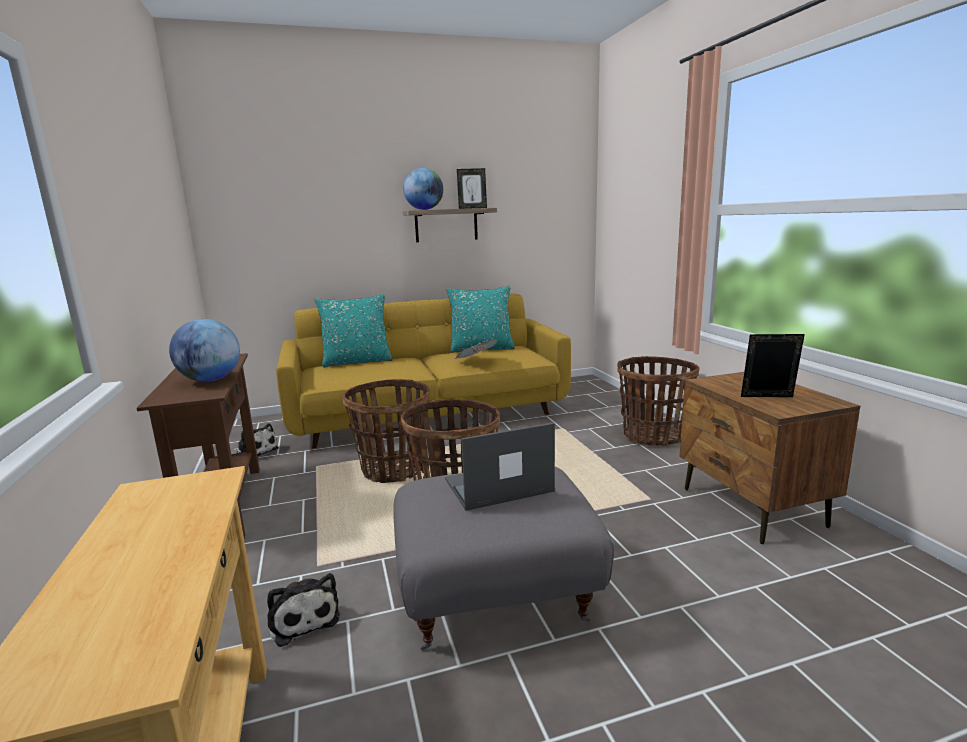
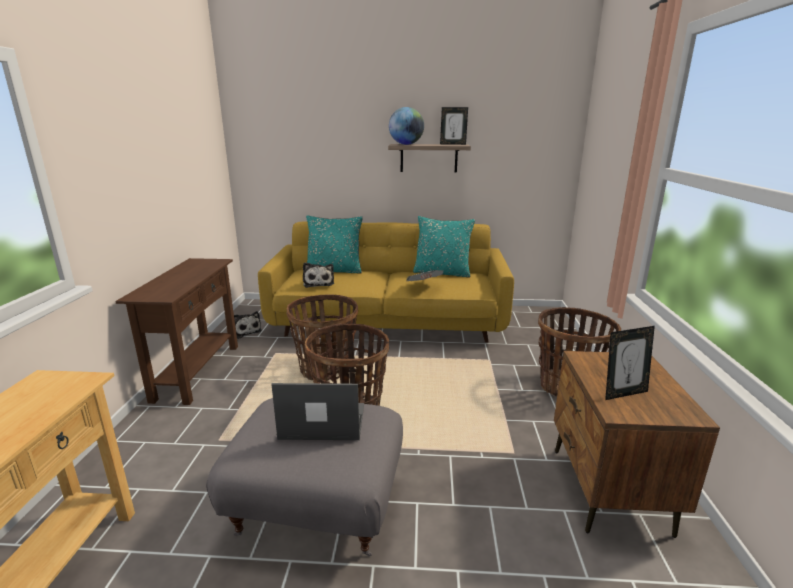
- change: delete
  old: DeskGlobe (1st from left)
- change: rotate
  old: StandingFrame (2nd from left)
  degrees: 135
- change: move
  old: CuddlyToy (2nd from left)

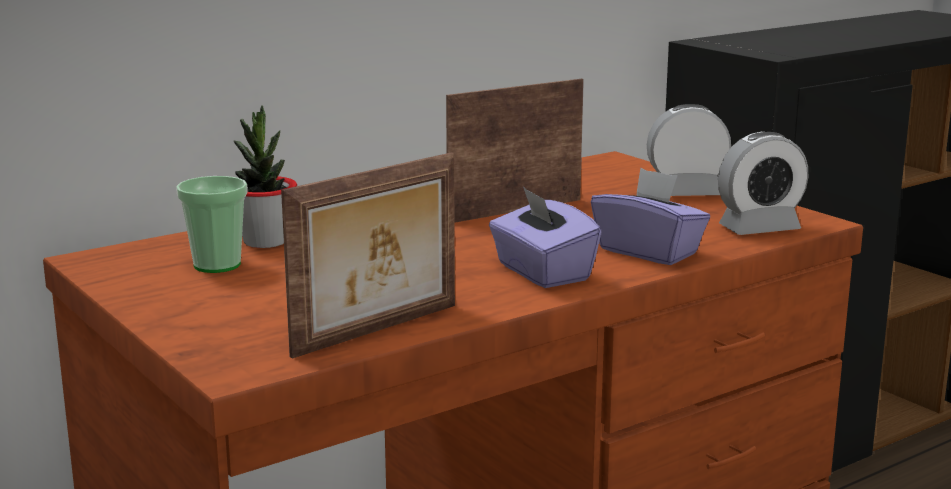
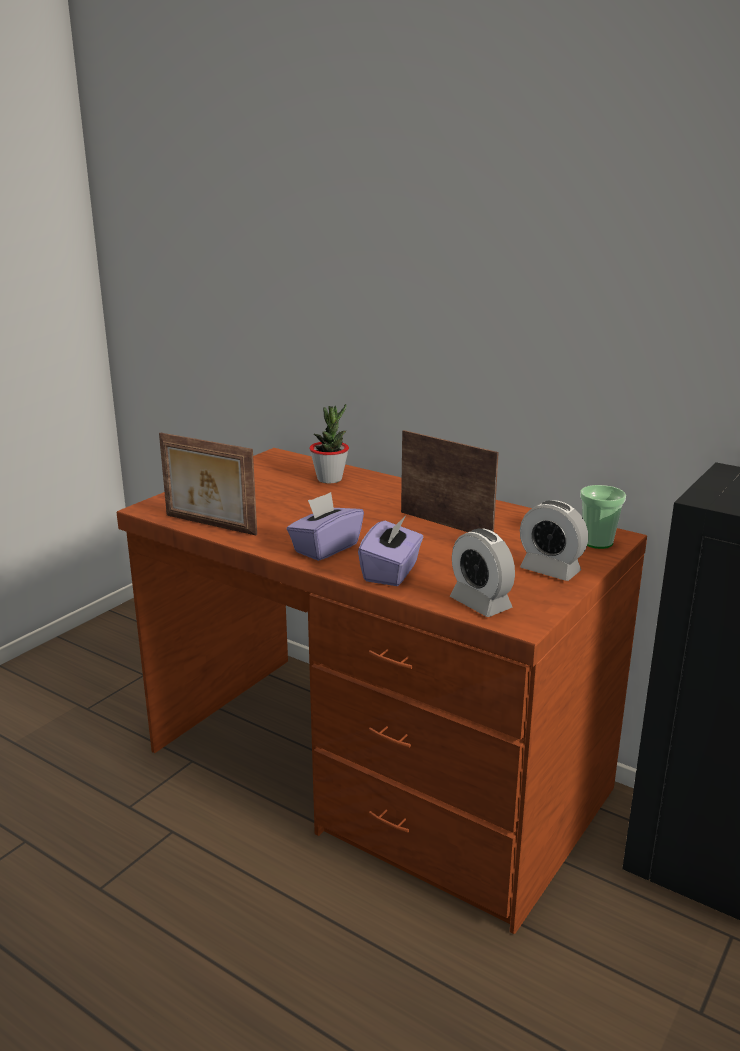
- change: rotate
  old: TableClock (1st from left in the first image)
  degrees: 150
- change: move
  old: SmallCup

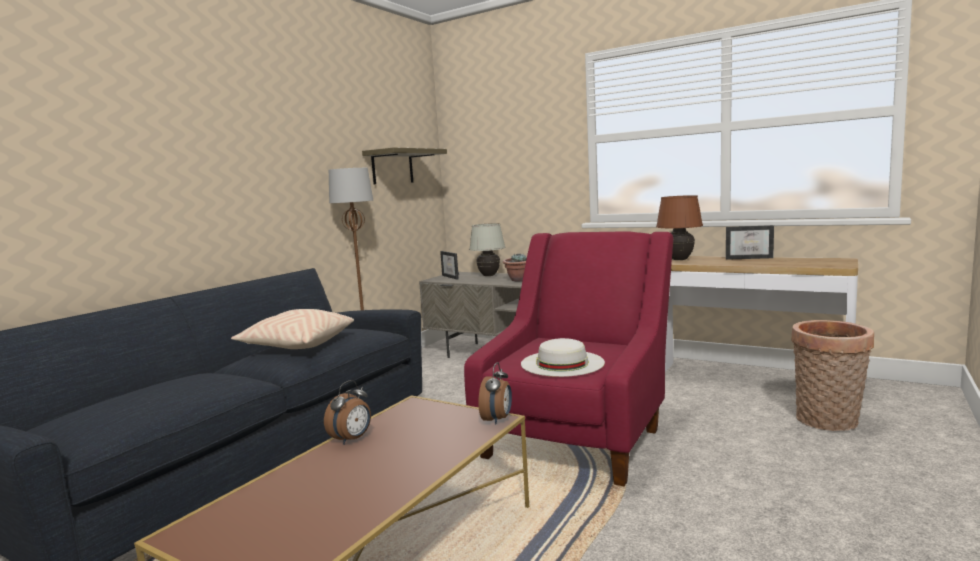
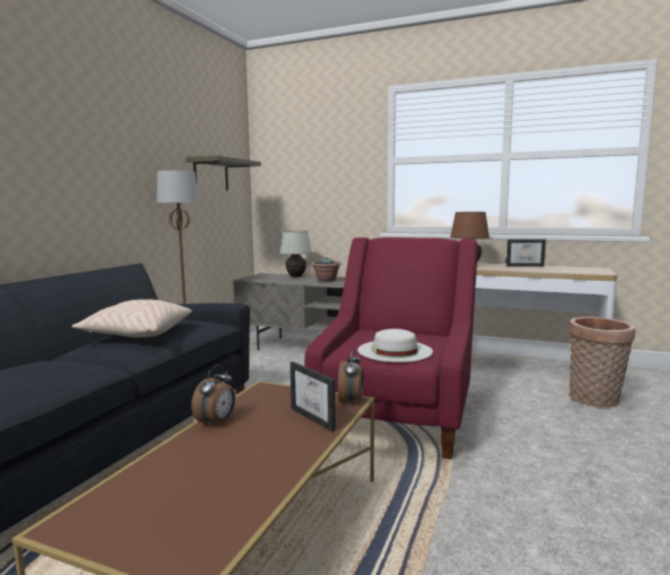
- change: move
  old: StandingFrame (1st from left)

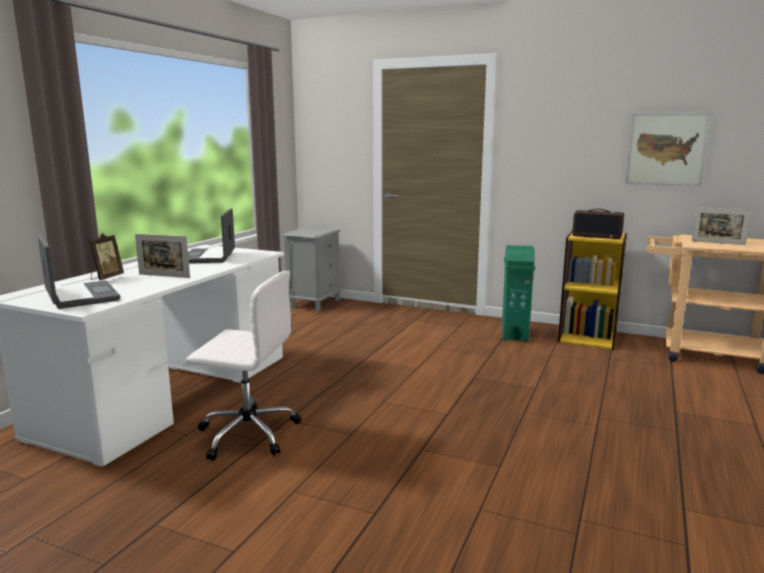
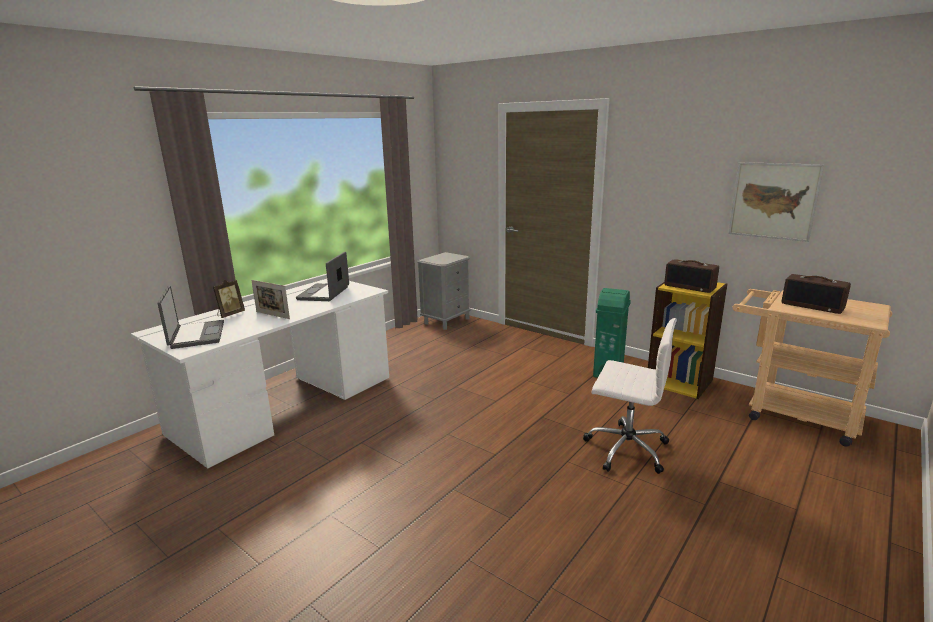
- change: replace
  old: StandingFrame (3rd from left)
  new: RadioReceiver (2nd from left)
- change: move
  old: WhiteColouredOfficeChair

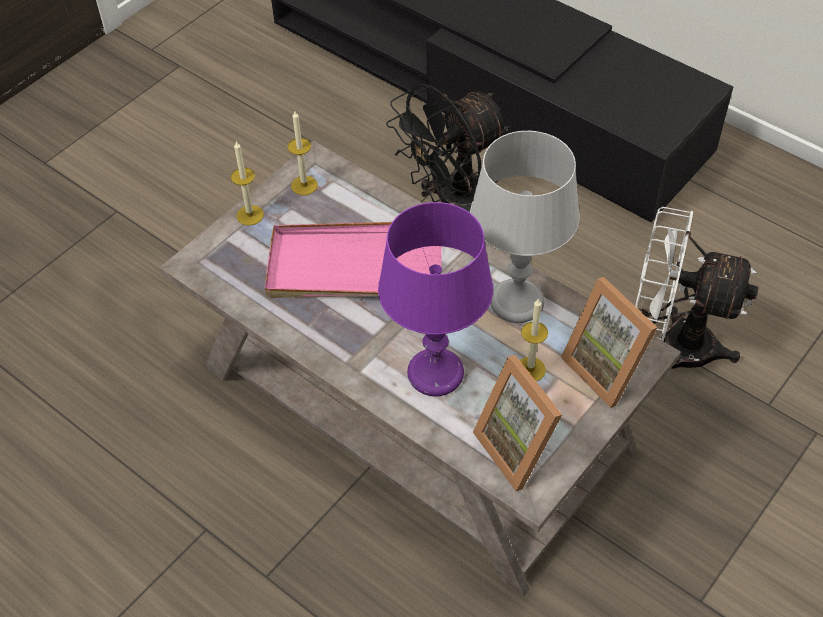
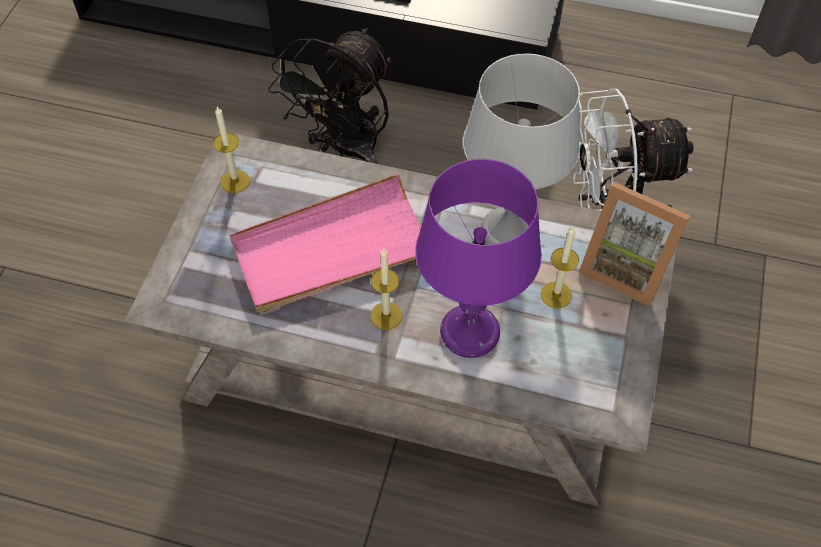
- change: move
  old: WaxCandle (1st from left in the first image)
  new: WaxCandle (2nd from left)
- change: delete
  old: StandingFrame (1st from left)

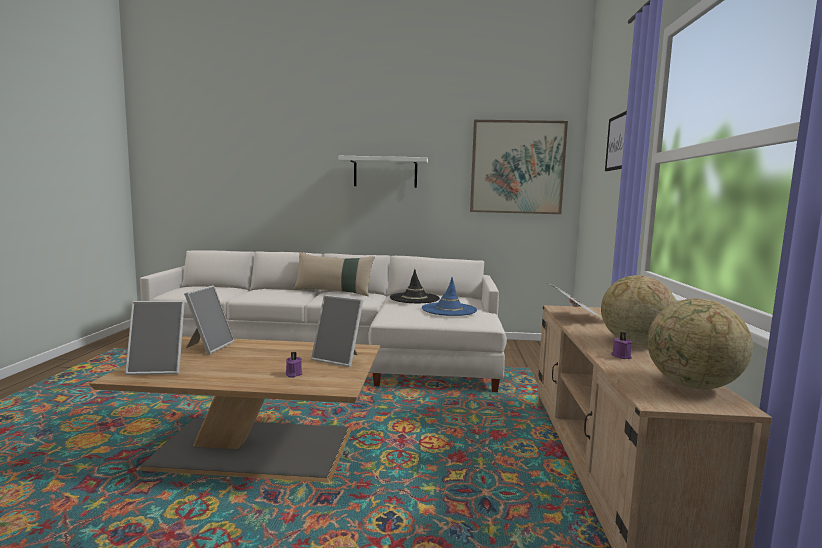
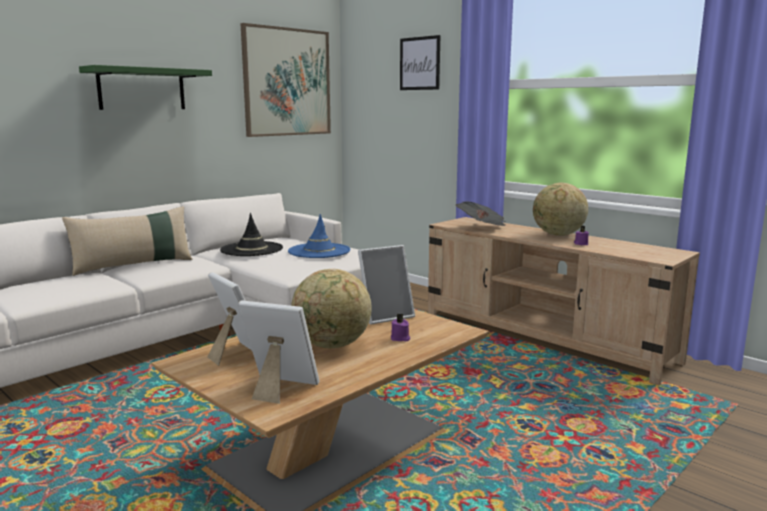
- change: recolor
  old: WhiteColouredShelf
  new: GreenColouredShelf
- change: move
  old: DeskGlobe (2nd from left in the first image)
  new: DeskGlobe (1st from left)
- change: rotate
  old: StandingFrame (1st from left in the first image)
  degrees: -105

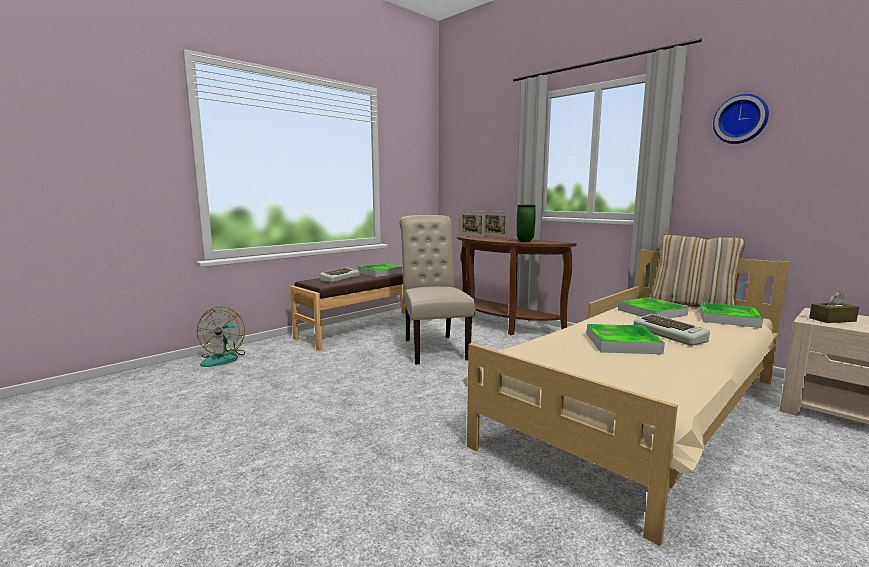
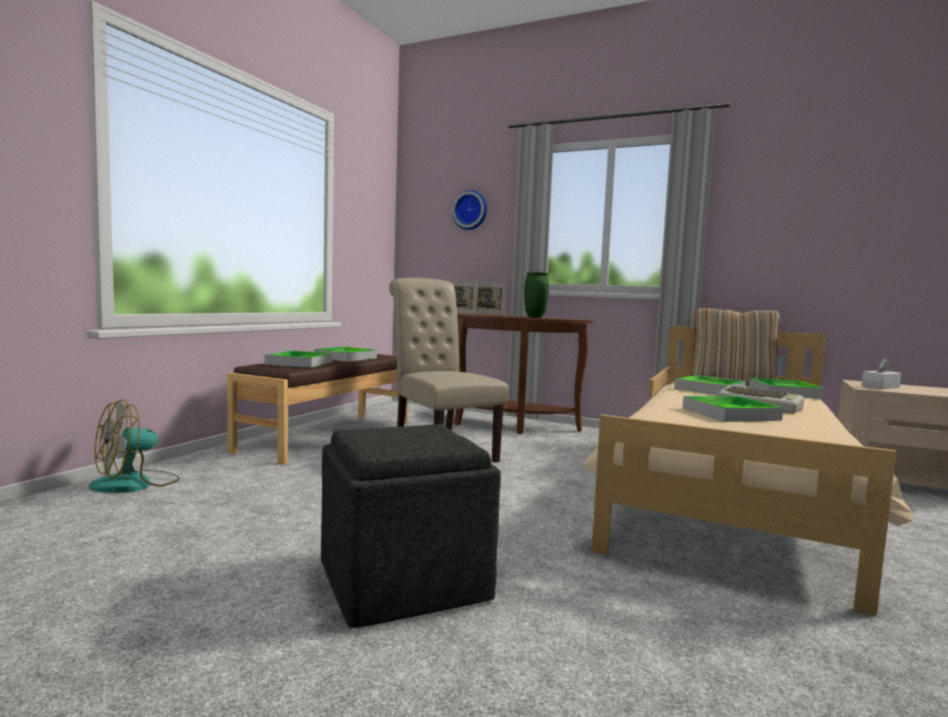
- change: move
  old: ClockOnTheWall
- change: replace
  old: ComputerKeyboard (1st from left)
  new: CarryingTray (1st from left)
- change: recolor
  old: BrownTissueBox
  new: WhiteColouredTissueBox
- change: rotate
  old: Fan
  degrees: 60
- change: insert
  new: GreyishPouffe

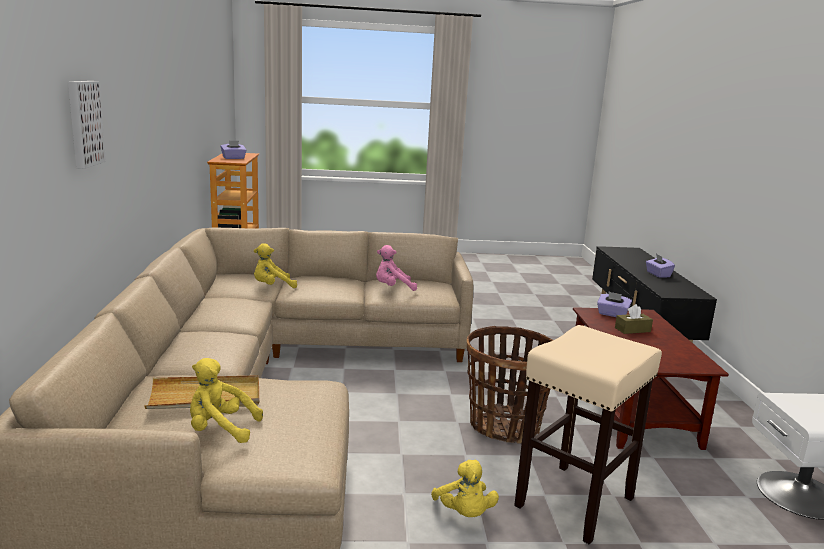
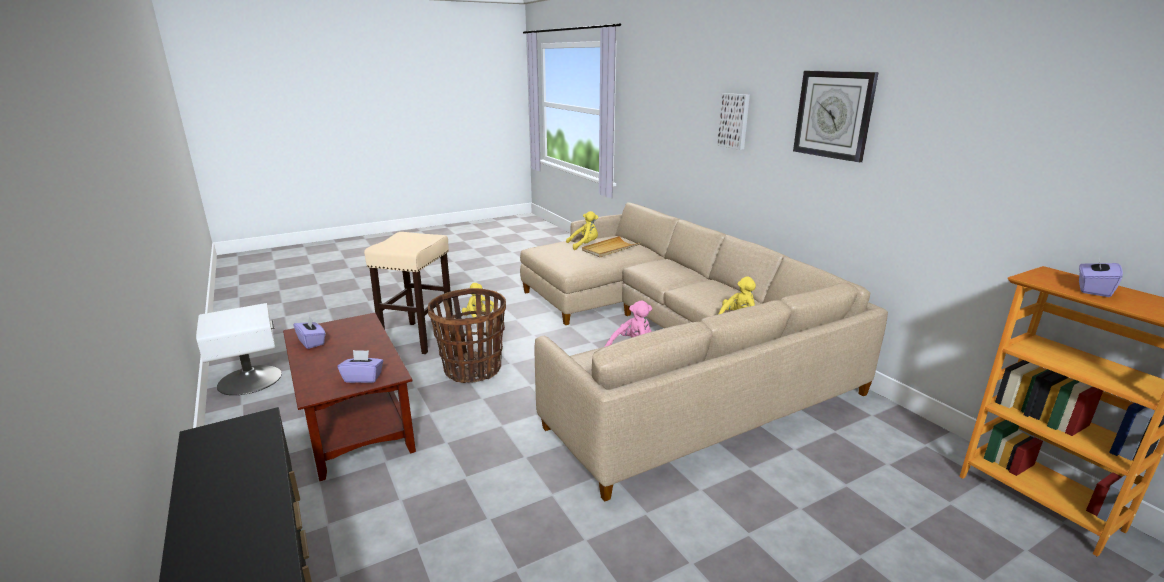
- change: move
  old: PurpleTissueBox (3rd from left in the first image)
  new: PurpleTissueBox (1st from left)
- change: delete
  old: BrownTissueBox
- change: insert
  new: ClockOnTheWall

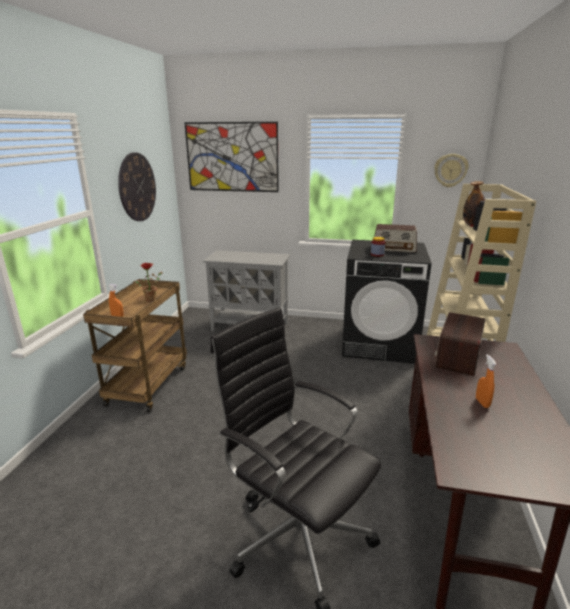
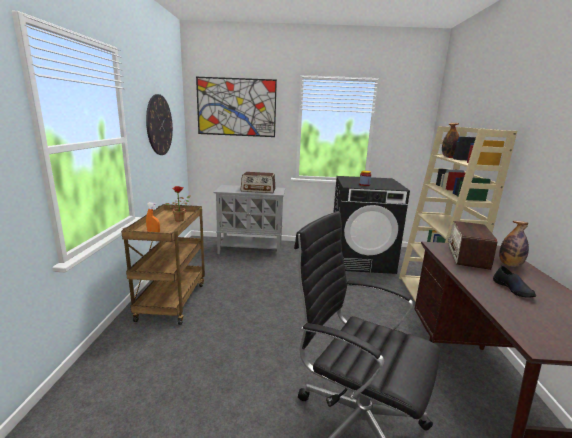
- change: delete
  old: ClockOnTheWall (2nd from left)
- change: move
  old: RadioReceiver (1st from left)
- change: replace
  old: OrangeySprayBottle (2nd from left)
  new: BlackColouredItemOfFootwear
- change: insert
  new: DrinkBottle (2nd from left)

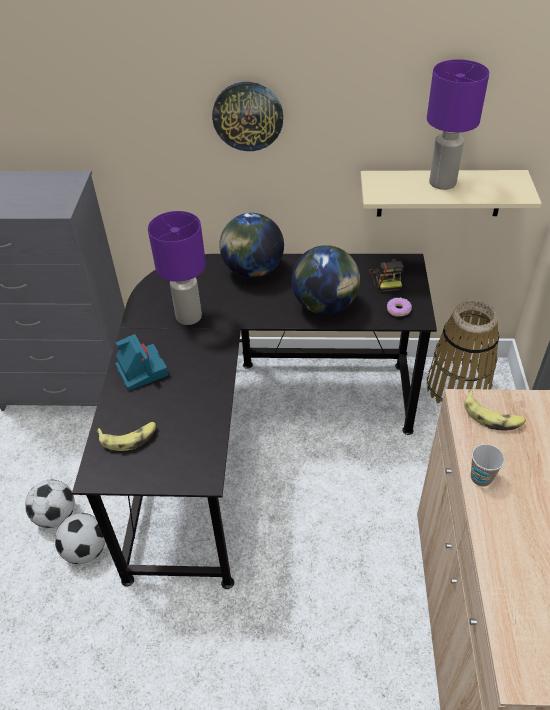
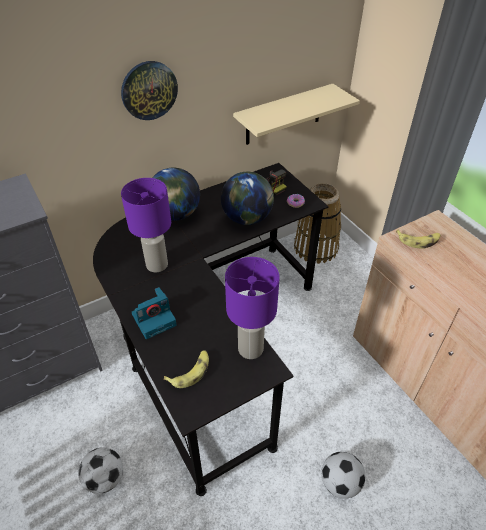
- change: move
  old: PurpleTabletopLamp (2nd from left)
- change: rotate
  old: PhotoCamera (1st from left)
  degrees: 120
- change: delete
  old: SmallCup
- change: move
  old: Football (2nd from left)

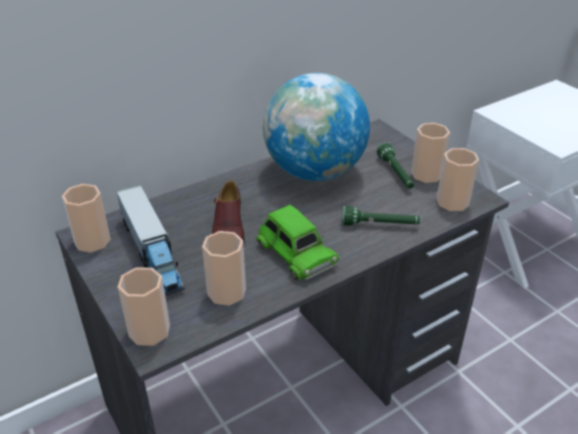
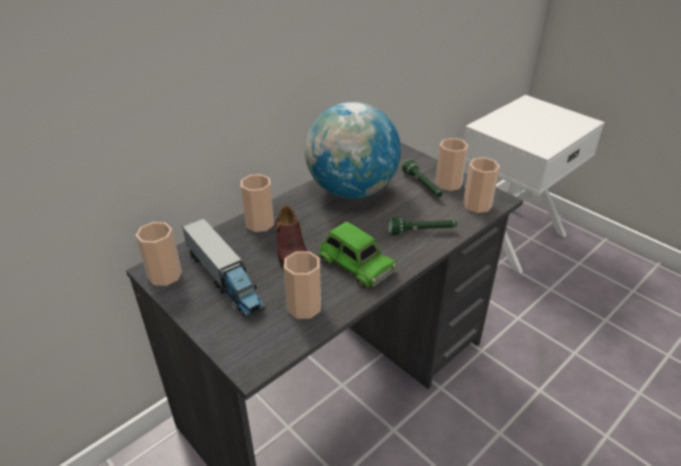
- change: move
  old: SmallCup (2nd from left)

